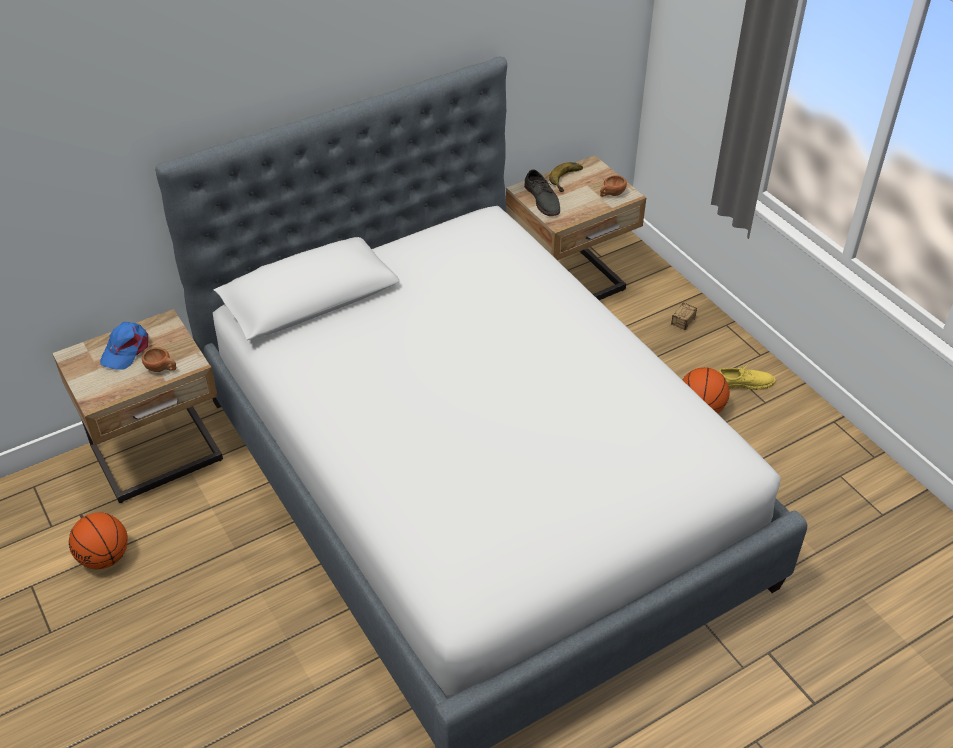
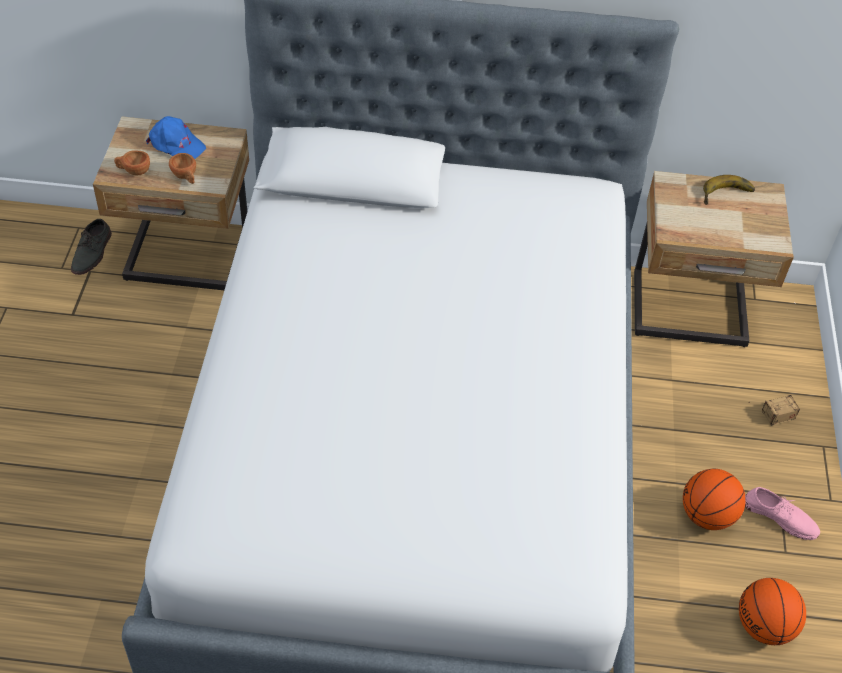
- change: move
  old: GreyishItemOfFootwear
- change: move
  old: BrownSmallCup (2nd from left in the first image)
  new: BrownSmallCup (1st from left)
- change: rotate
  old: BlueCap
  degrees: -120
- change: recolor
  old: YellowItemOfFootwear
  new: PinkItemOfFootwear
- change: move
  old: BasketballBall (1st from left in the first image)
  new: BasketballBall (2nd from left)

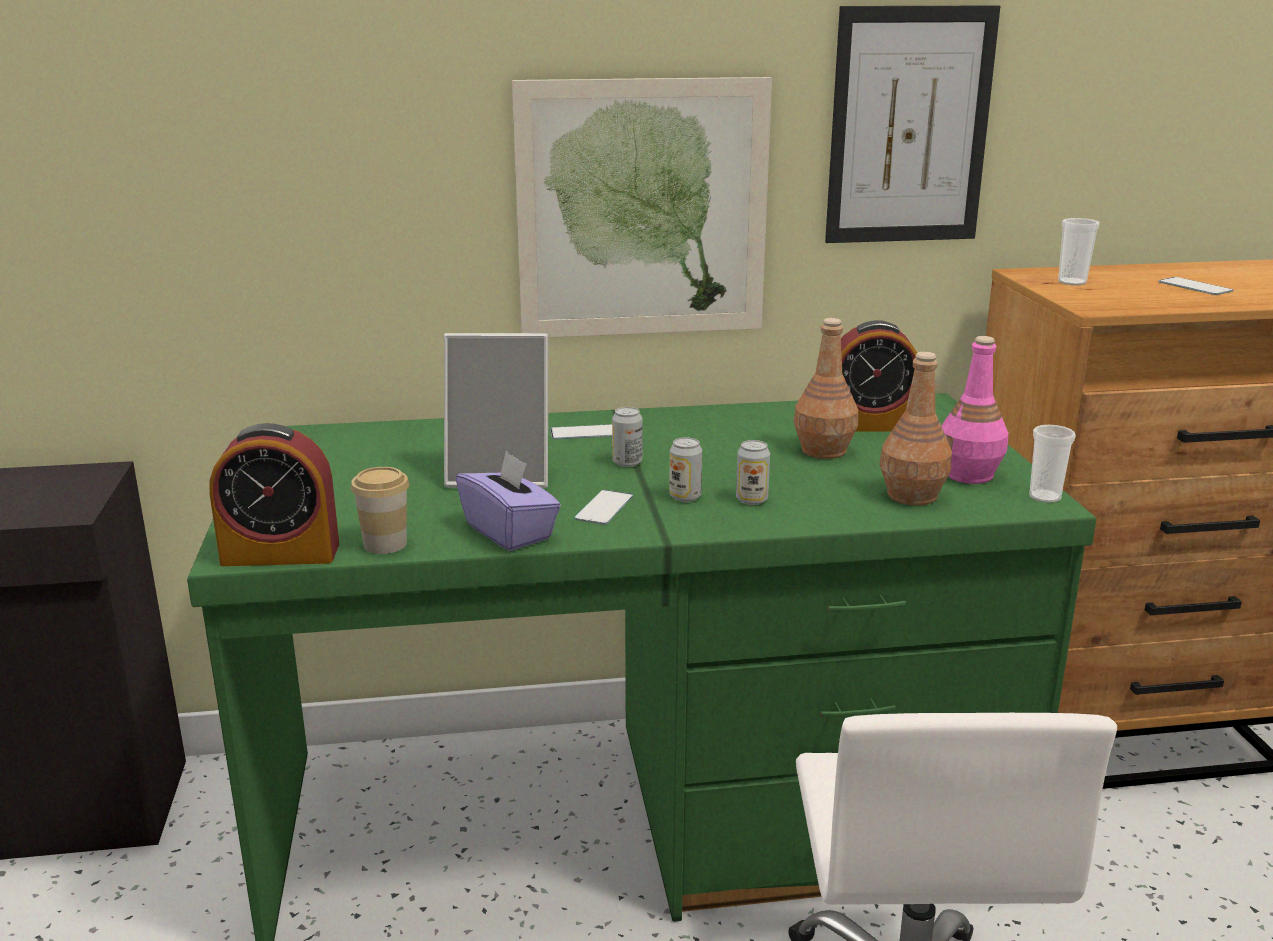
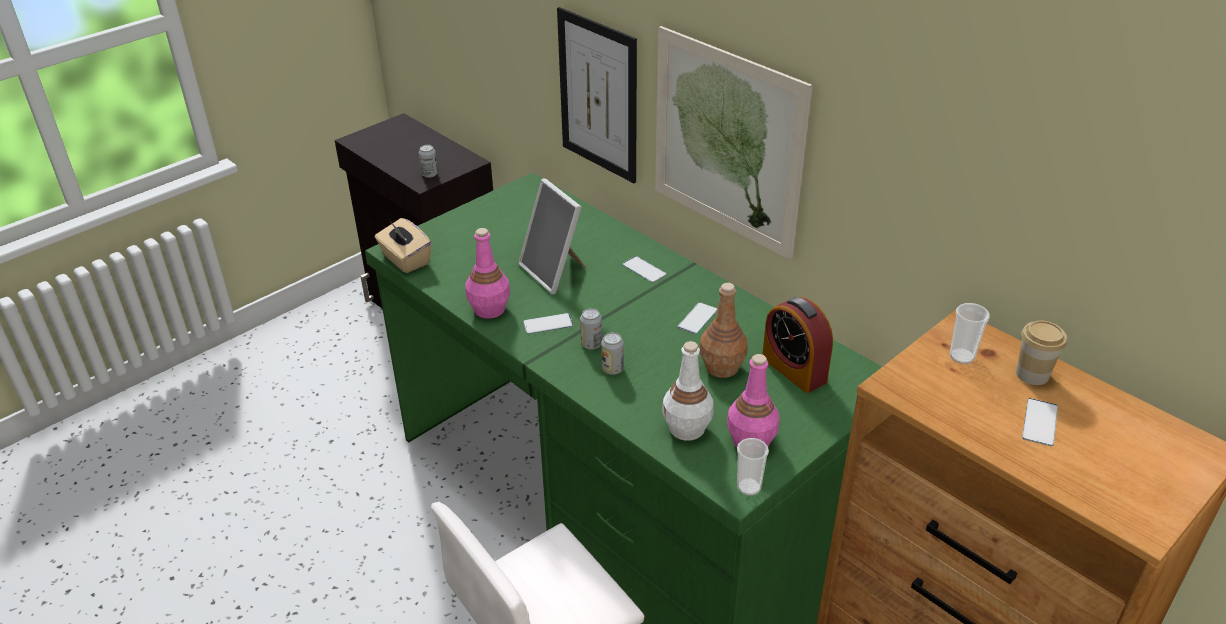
- change: move
  old: WallArt (2nd from left in the first image)
  new: WallArt (1st from left)
- change: recolor
  old: BrownDrinkBottle (2nd from left)
  new: WhiteColouredDrinkBottle
- change: move
  old: SealedCan (1st from left)
- change: replace
  old: TableClock (1st from left)
  new: SandColouredTissueBox
- change: replace
  old: PurpleTissueBox
  new: PinkDrinkBottle (1st from left)
- change: move
  old: SmallCup (1st from left in the first image)
  new: SmallCup (3rd from left)
- change: insert
  new: Telephone (3rd from left)

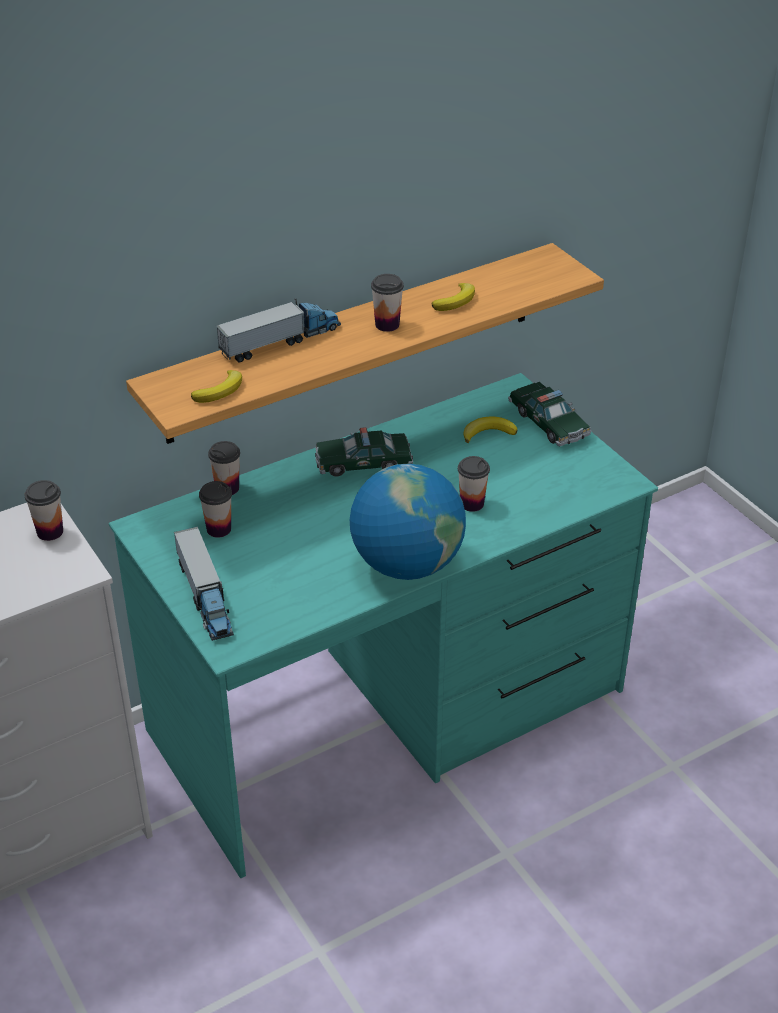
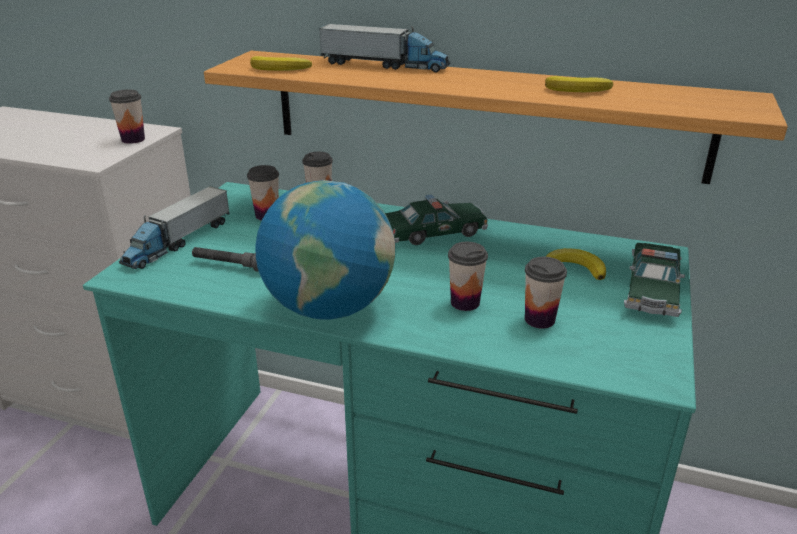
- change: move
  old: SmallCup (4th from left in the first image)
  new: SmallCup (5th from left)
- change: rotate
  old: ModelCar (1st from left)
  degrees: 120
- change: insert
  new: GreyishTorch

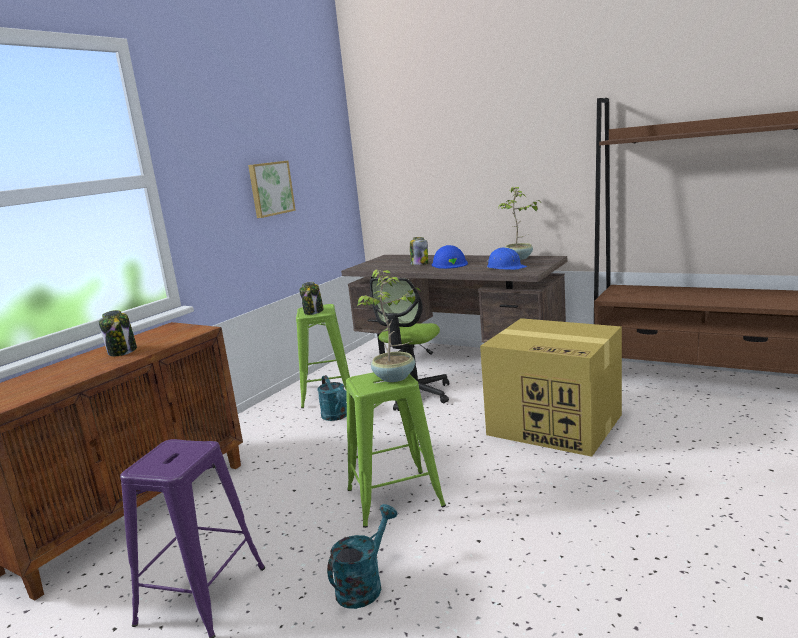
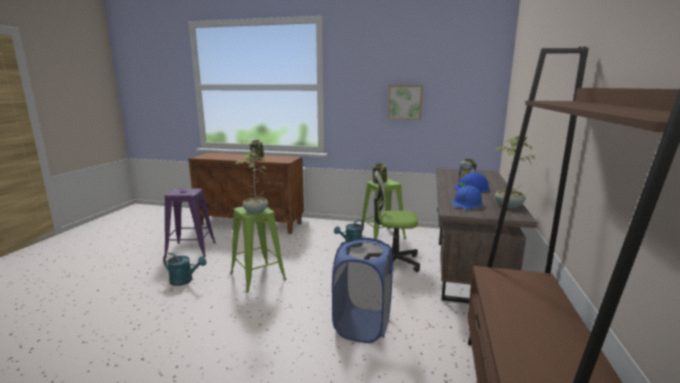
- change: replace
  old: PackingBox
  new: BlueHamper

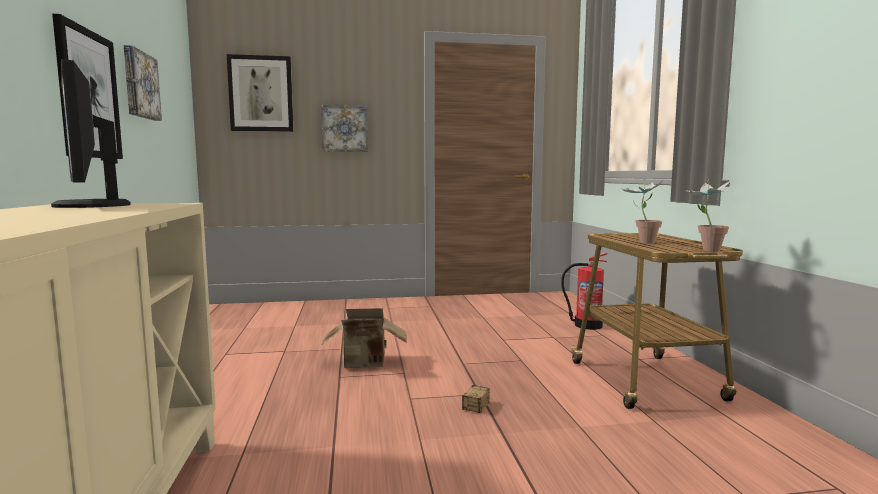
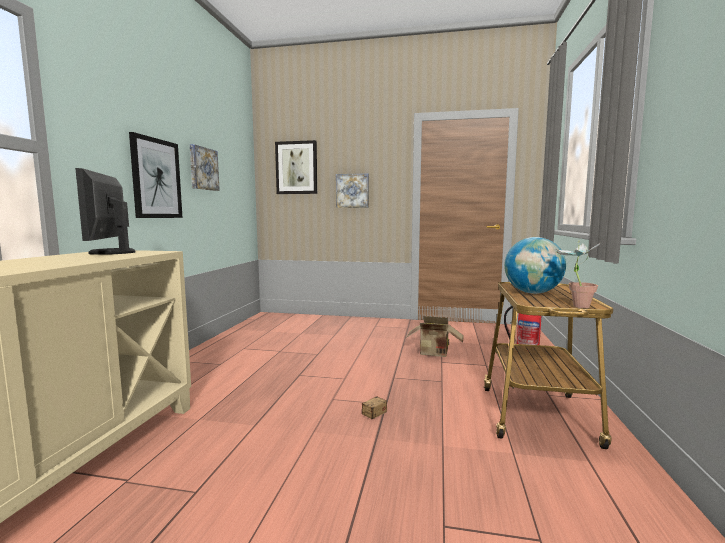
- change: replace
  old: Houseplant (1st from left)
  new: DeskGlobe
- change: move
  old: PackingBox

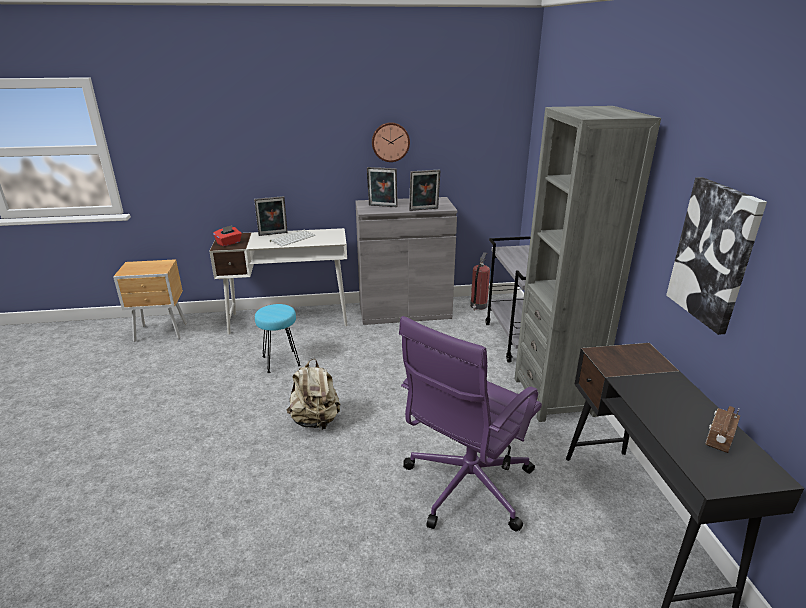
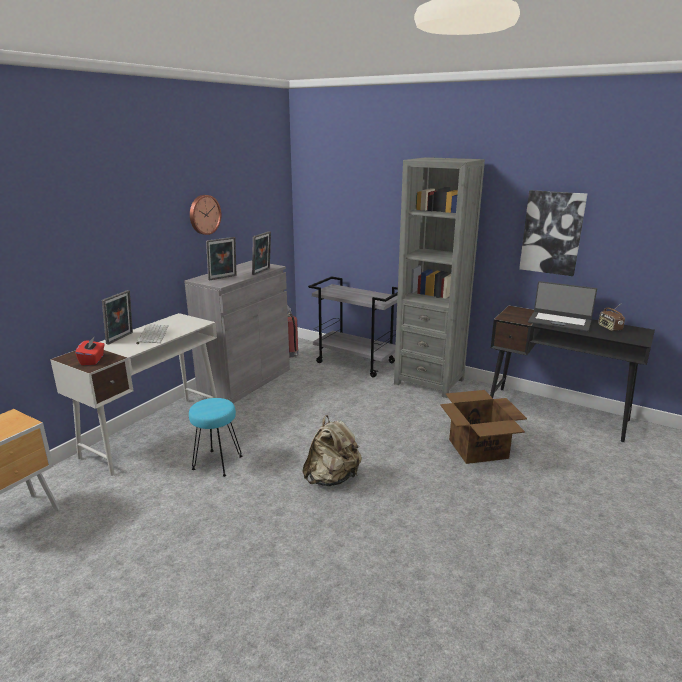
- change: replace
  old: PurpleOfficeChair
  new: PackingBox
- change: insert
  new: Laptop

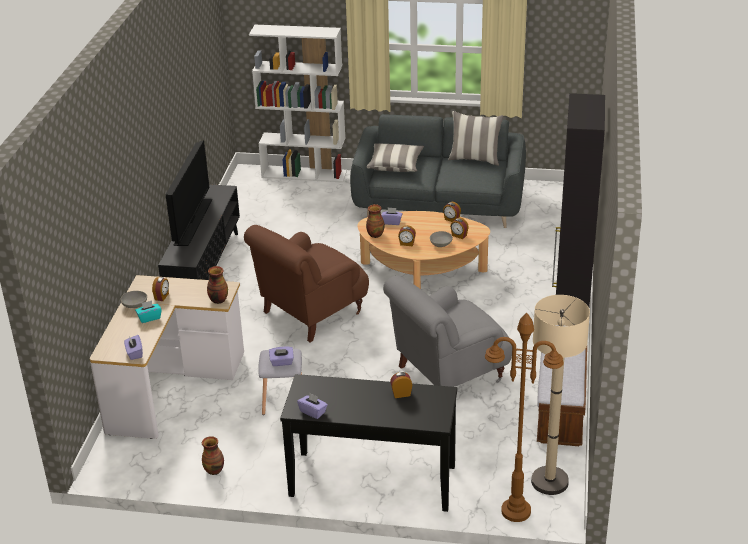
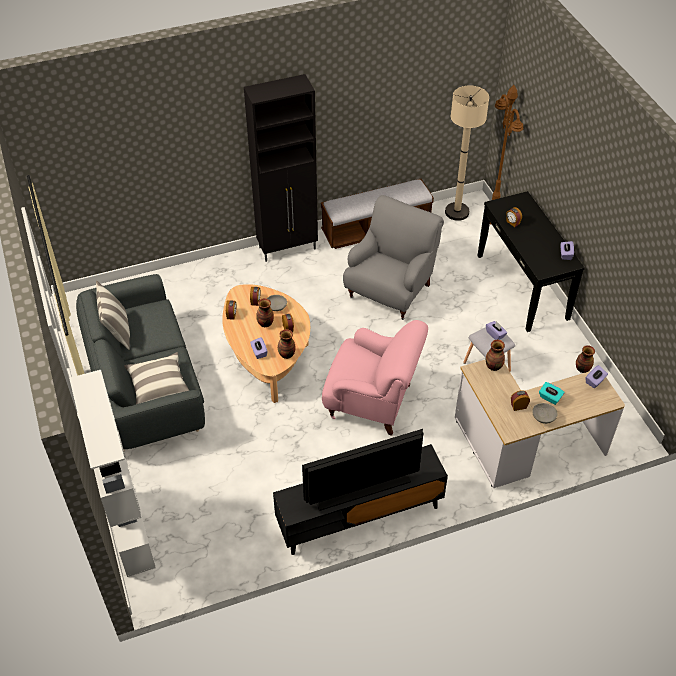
- change: recolor
  old: BrownEasyChair
  new: PinkEasyChair
- change: rotate
  old: GreyishEasyChair
  degrees: -90
- change: insert
  new: FlowerVase (1st from left)

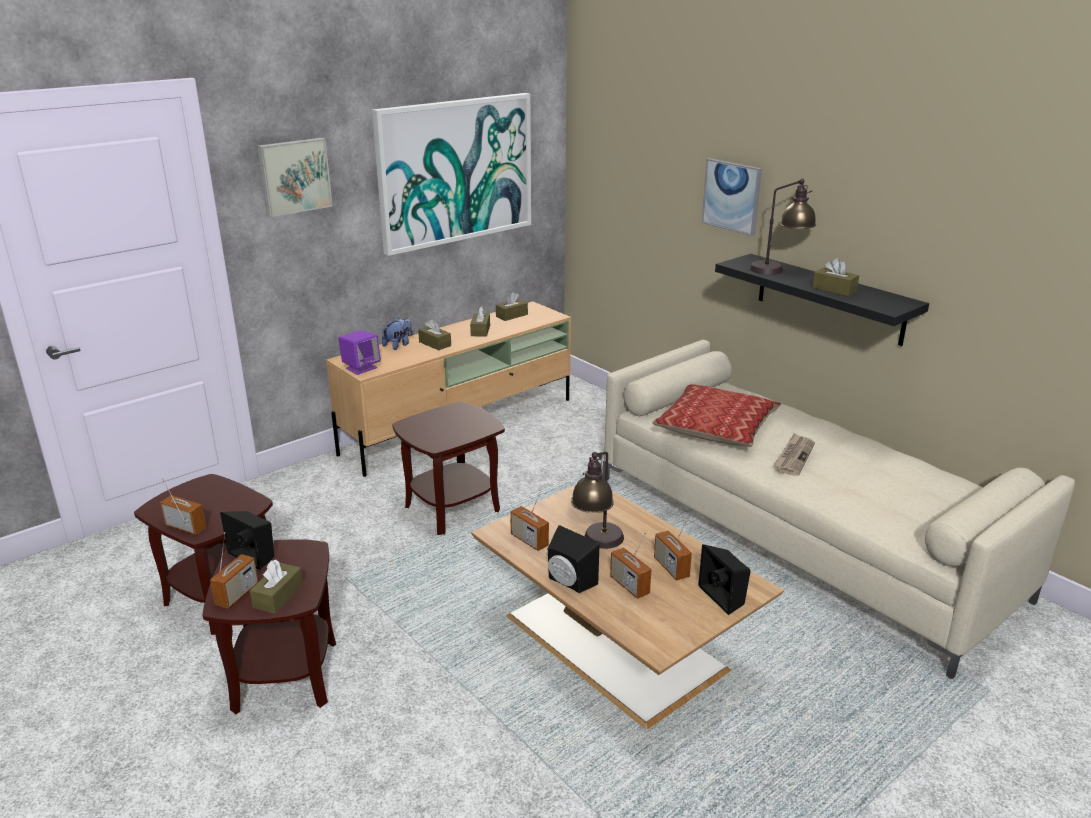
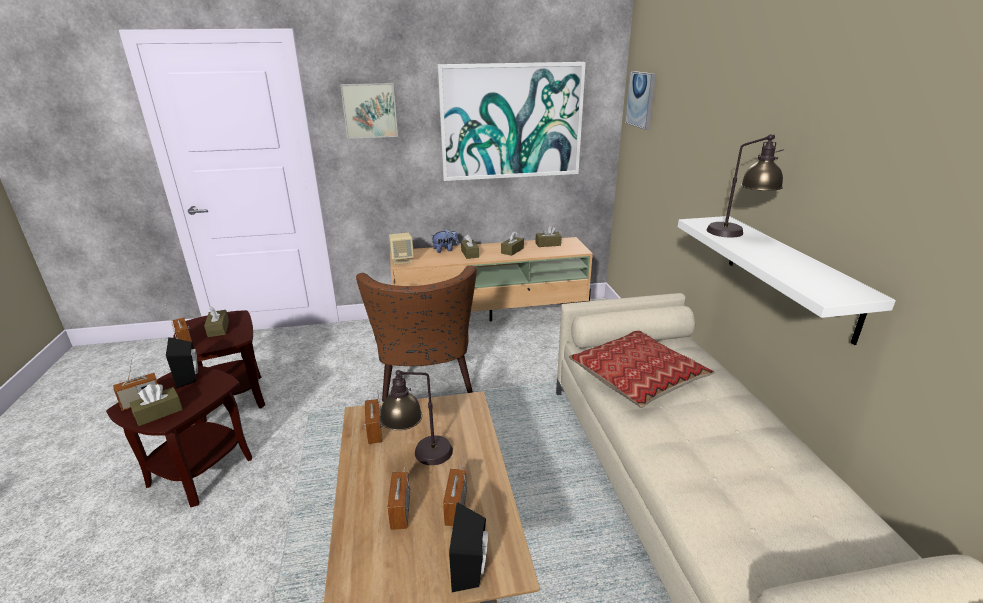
- change: move
  old: WallArt (3rd from left)
- change: recolor
  old: BlackColouredShelf
  new: WhiteColouredShelf
- change: move
  old: BrownTissueBox (5th from left in the first image)
  new: BrownTissueBox (2nd from left)
- change: recolor
  old: PurpleLoudspeaker
  new: SandColouredLoudspeaker
- change: replace
  old: BrownEndTable (3rd from left)
  new: BrownEasyChair
- change: delete
  old: DailyPaper
- change: delete
  old: BlackColouredLoudspeaker (2nd from left)

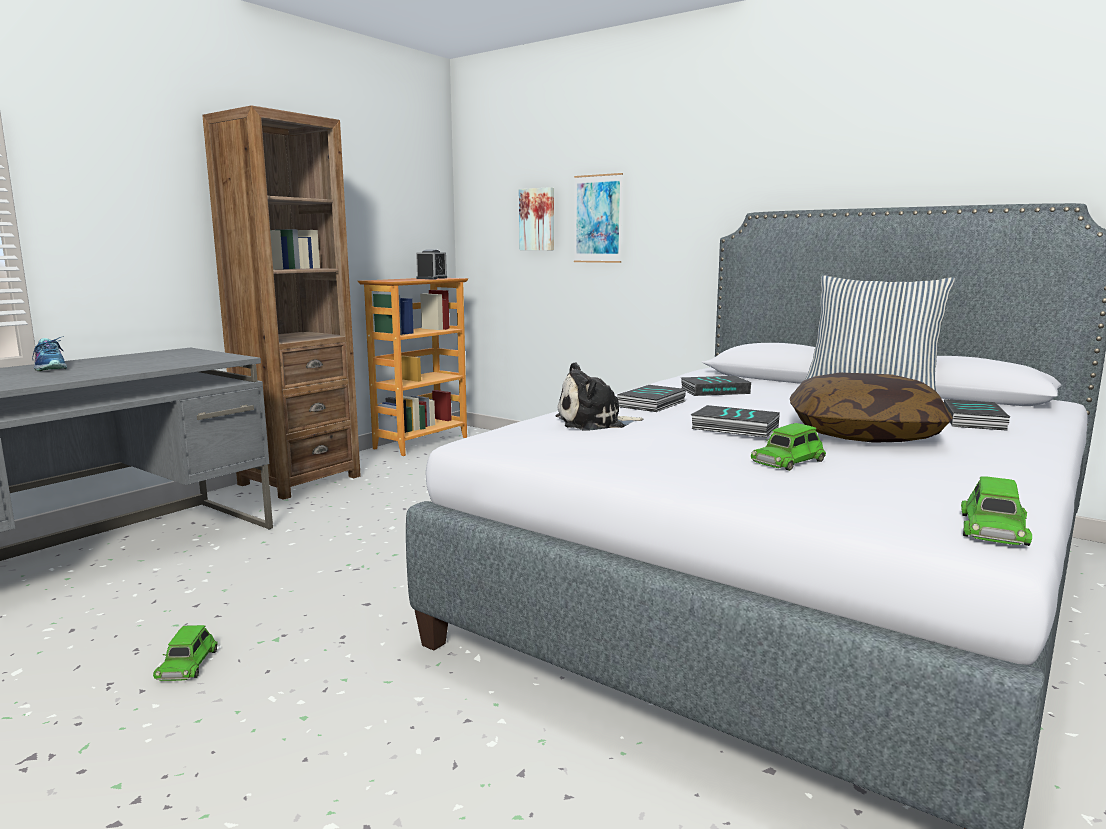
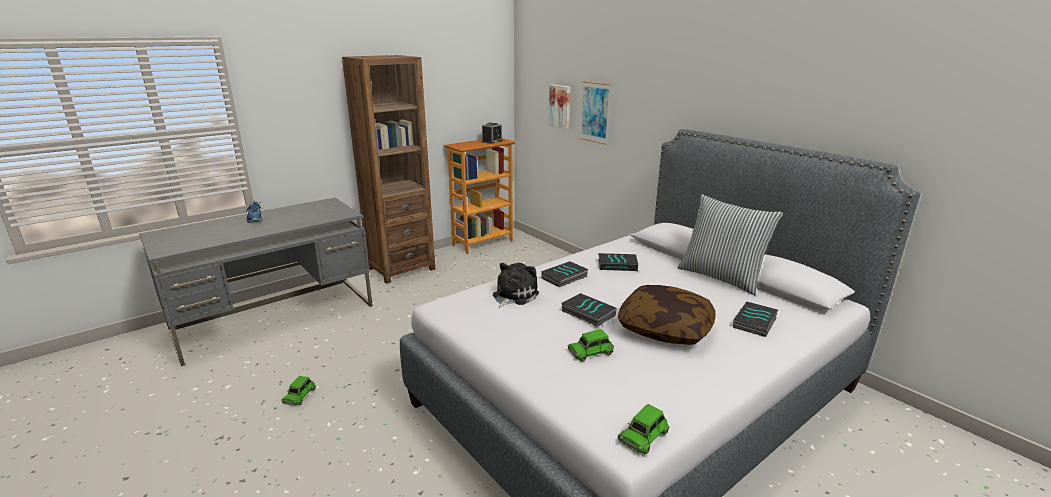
- change: rotate
  old: CuddlyToy
  degrees: 120

